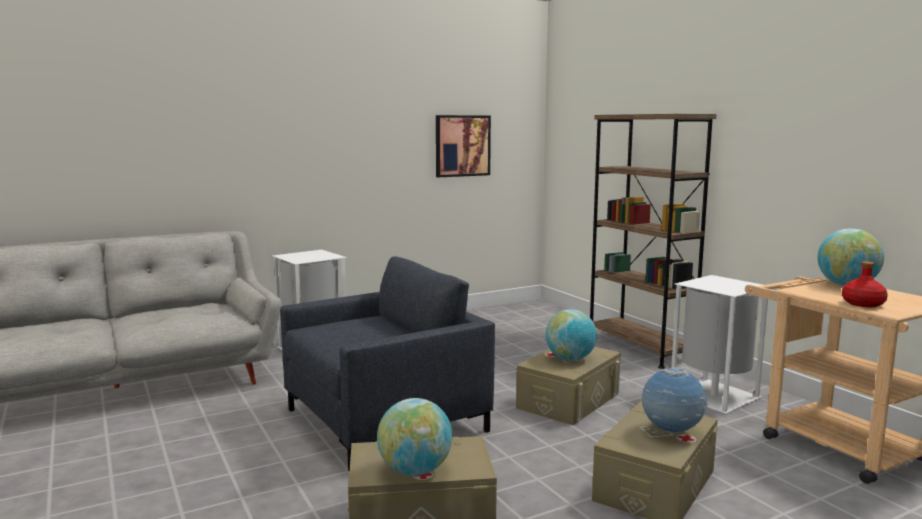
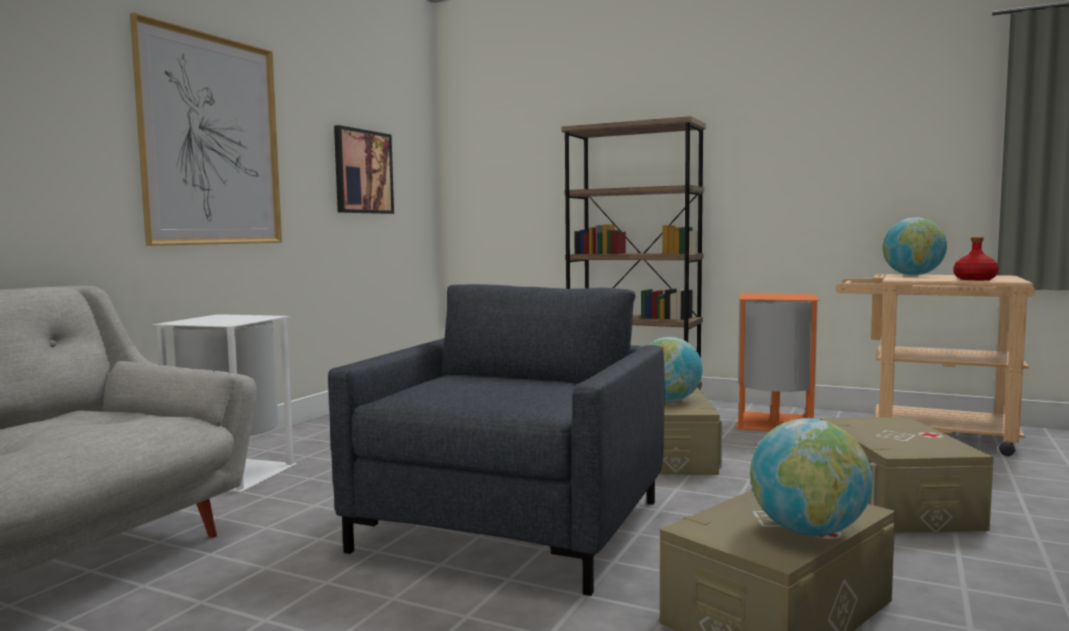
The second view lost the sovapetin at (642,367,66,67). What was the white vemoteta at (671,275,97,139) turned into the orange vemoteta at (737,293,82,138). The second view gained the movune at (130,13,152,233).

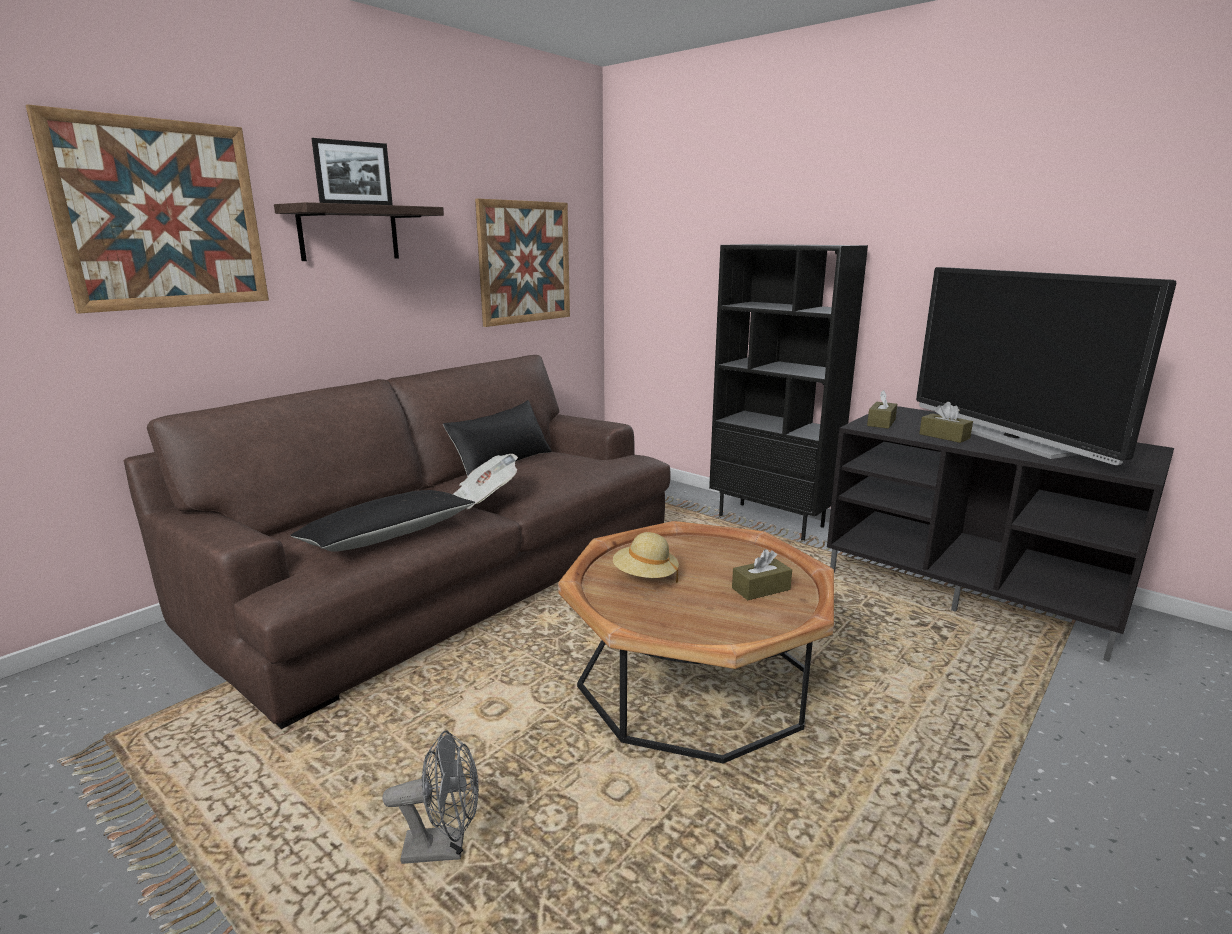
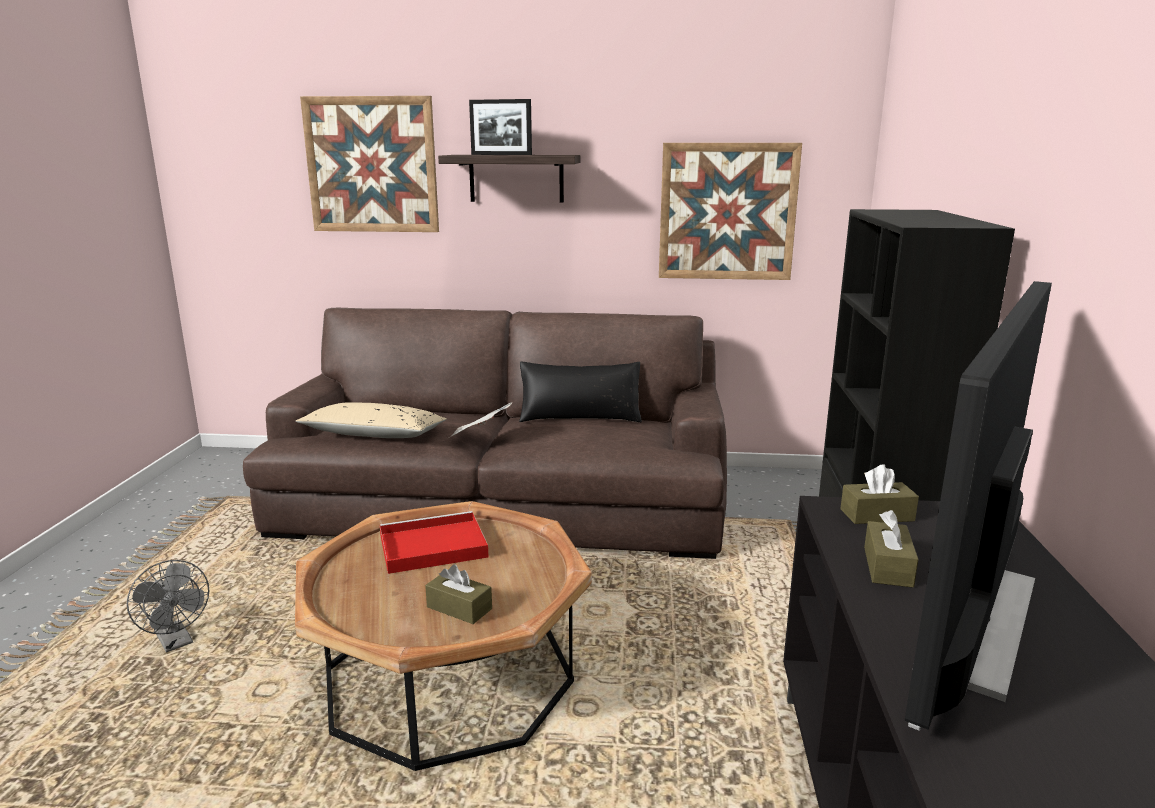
What was the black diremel at (290,490,185,62) turned into the beige diremel at (295,402,152,36). Where the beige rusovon stood at (613,532,66,51), the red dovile came to stand at (380,511,109,63).

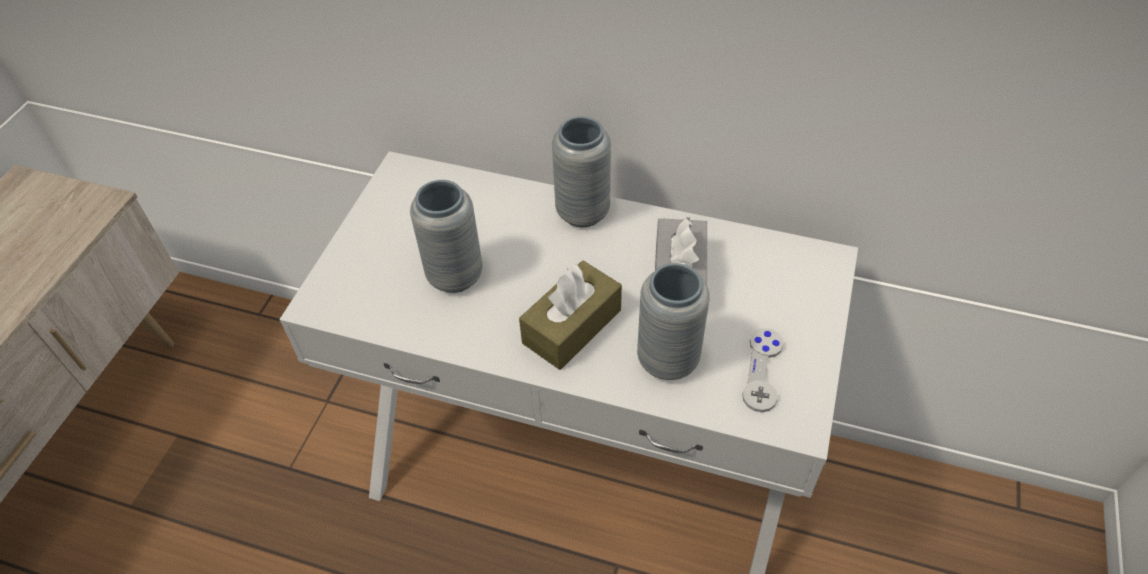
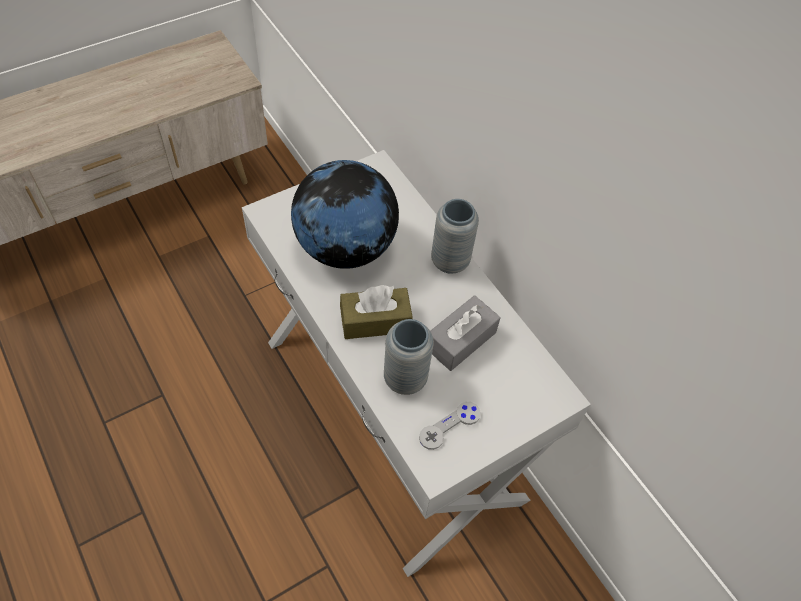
Where the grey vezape stood at (410,180,73,113), the sovapetin came to stand at (291,160,108,109).

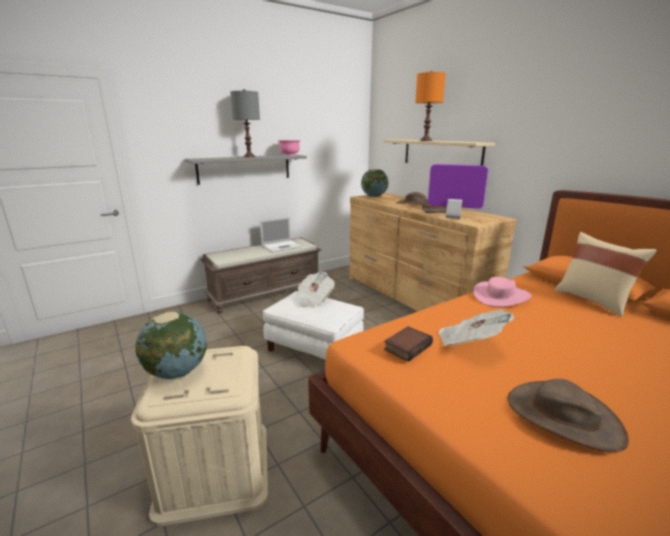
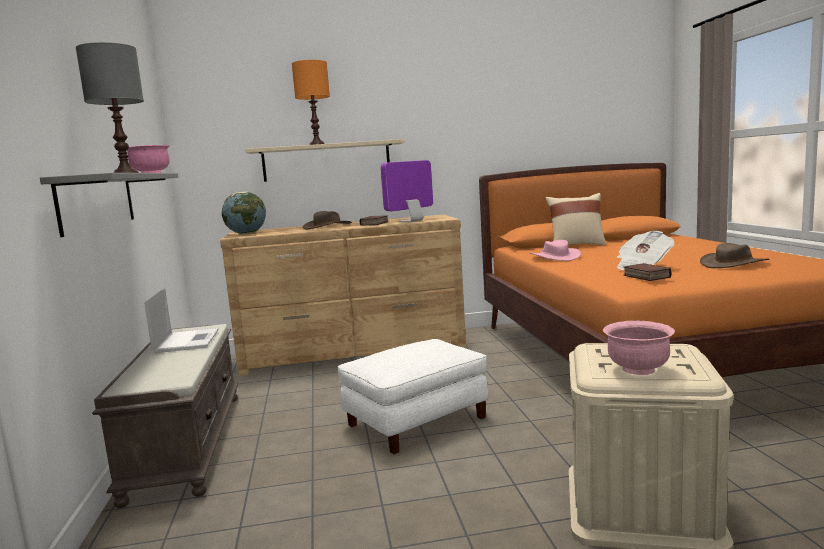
Where the sovapetin stood at (135,312,72,67), the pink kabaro came to stand at (603,320,72,55). The second view lost the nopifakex at (296,272,39,35).

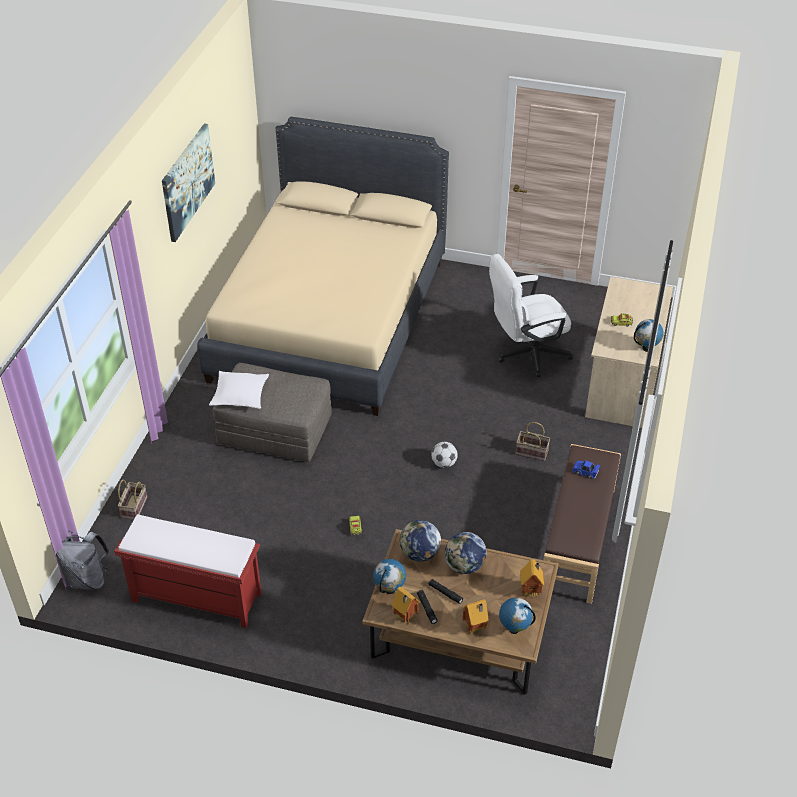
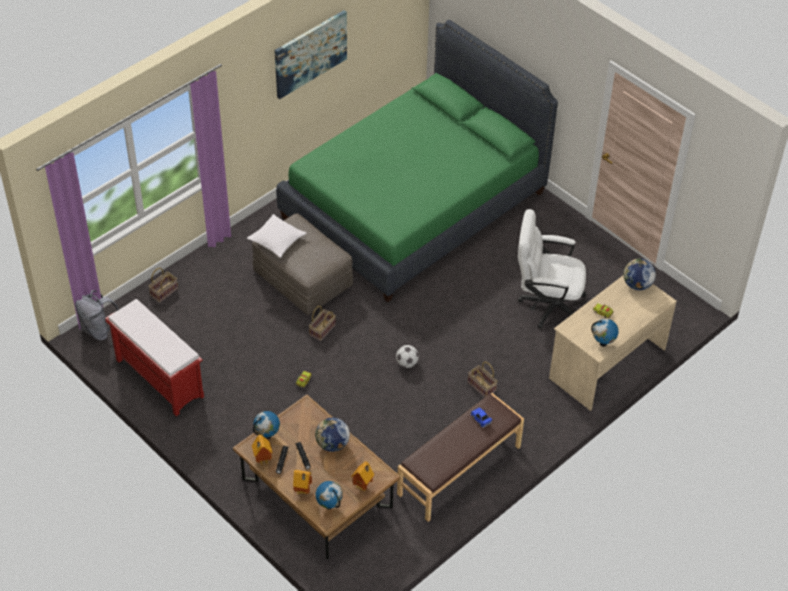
What was the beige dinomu at (197,117,252,299) turned into the green dinomu at (276,20,282,282). The sovapetin ended up elsewhere, having gone from (399,520,42,41) to (623,259,33,31). The second view gained the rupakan at (309,306,27,35).

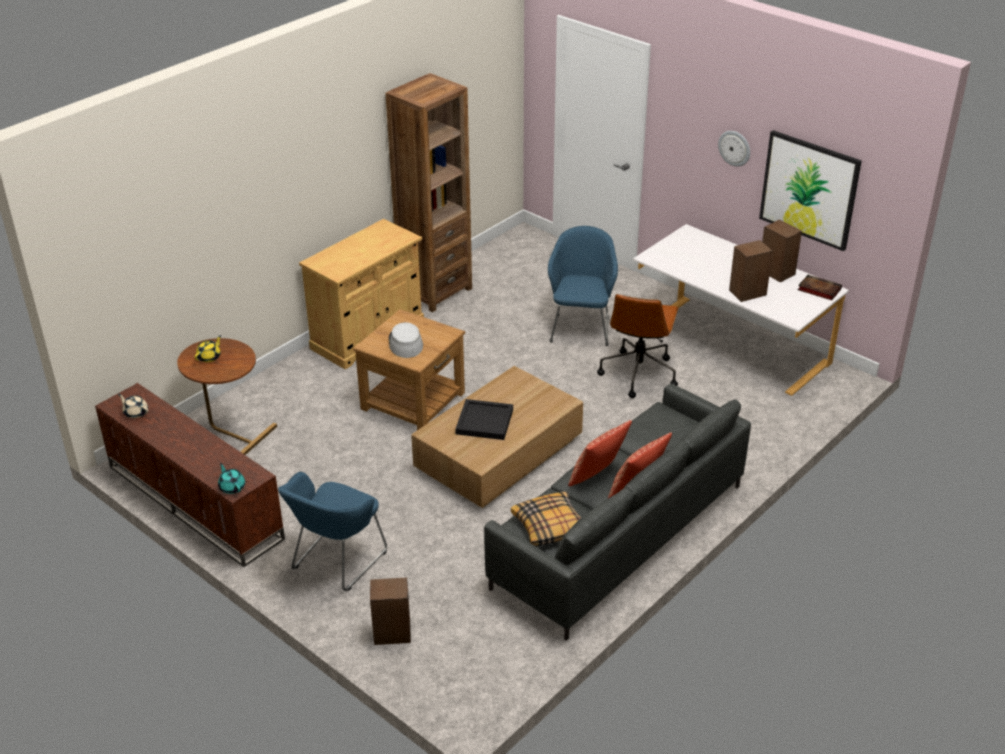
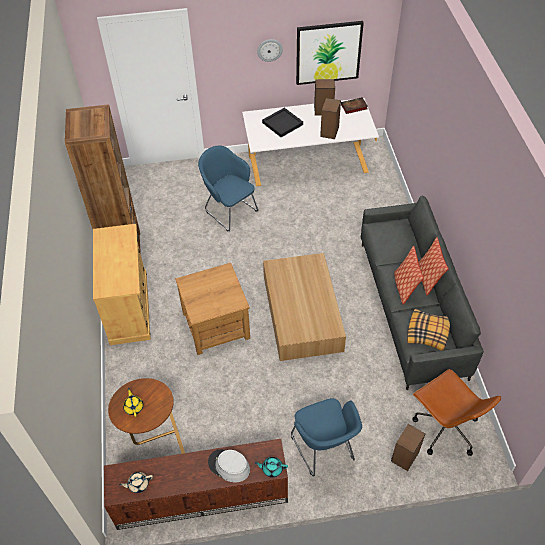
The grey rusovon ended up elsewhere, having gone from (389,322,34,36) to (208,449,42,33). The black dovile ended up elsewhere, having gone from (455,399,58,41) to (262,108,41,29). The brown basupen ended up elsewhere, having gone from (597,294,82,104) to (412,369,89,87).

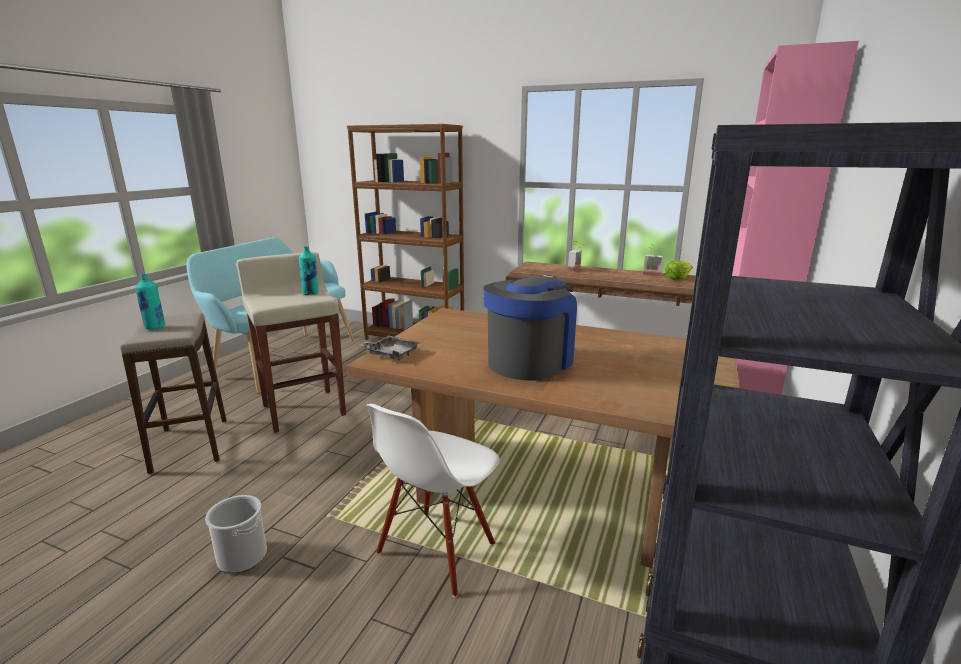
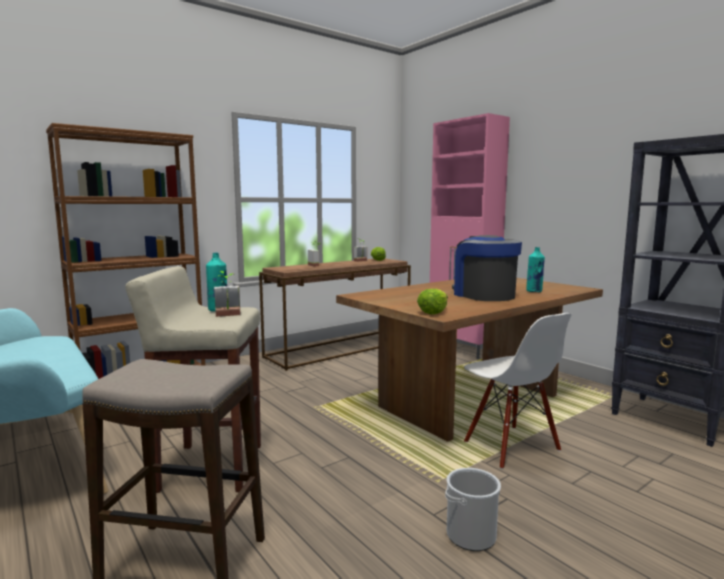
The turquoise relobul ended up elsewhere, having gone from (135,274,30,56) to (526,247,19,45). Where the grey dovile stood at (360,335,60,25), the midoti came to stand at (417,289,31,26). The second view gained the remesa at (214,271,26,46).

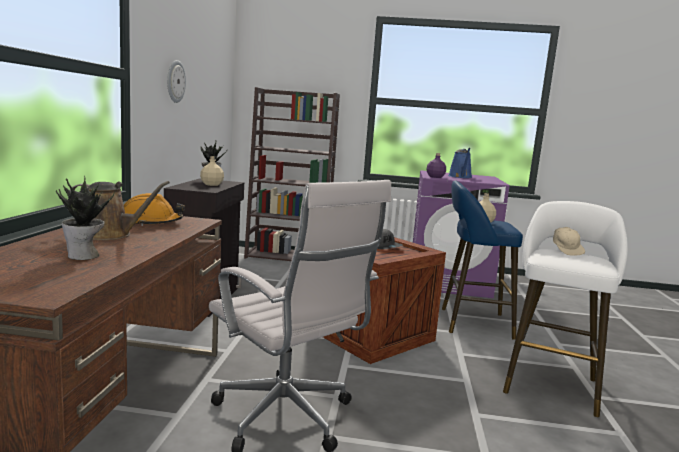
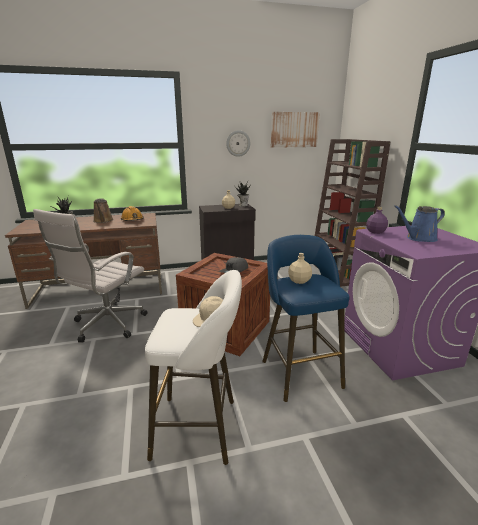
The second view gained the movune at (271,112,49,36).

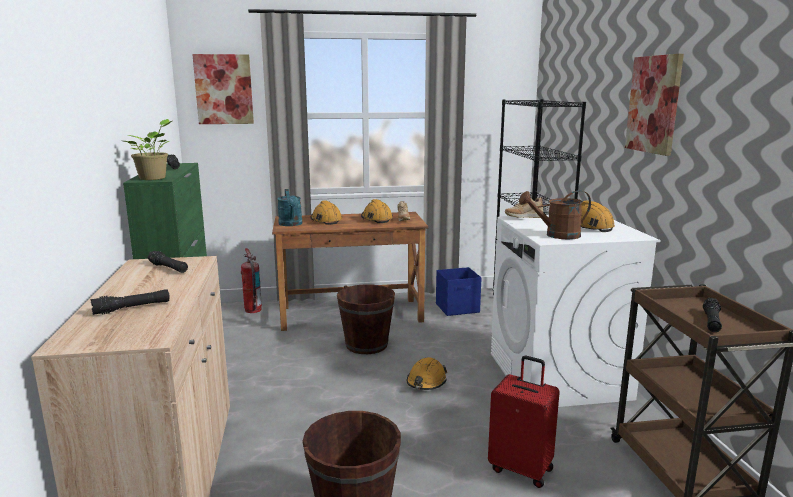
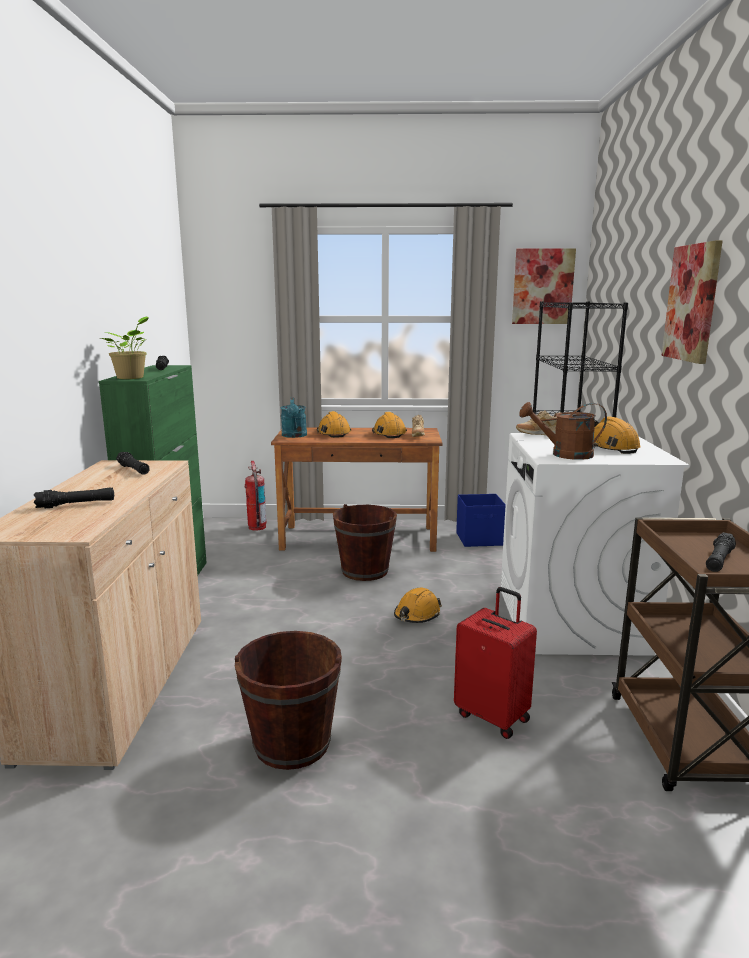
The movune ended up elsewhere, having gone from (192,54,62,70) to (512,248,64,76).

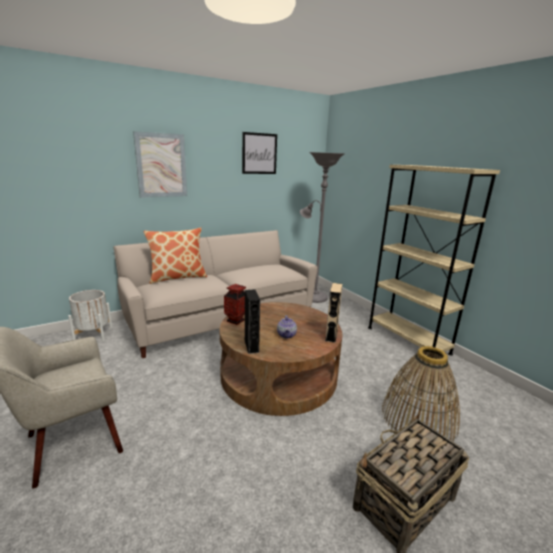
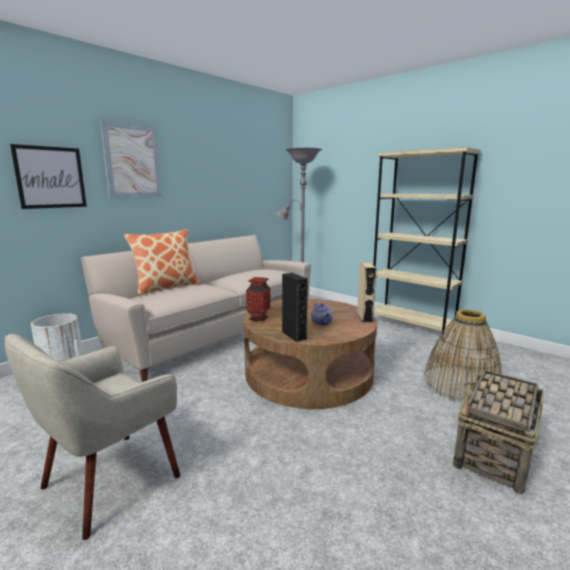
The movune ended up elsewhere, having gone from (242,132,35,42) to (10,144,77,65).

